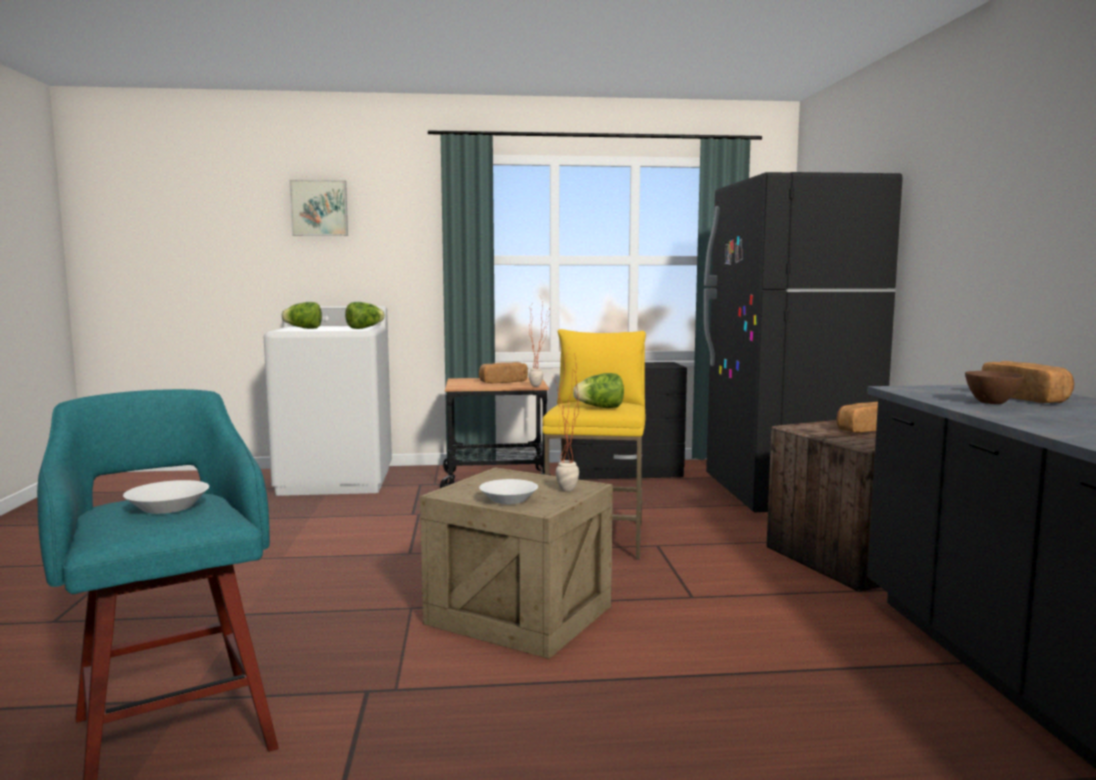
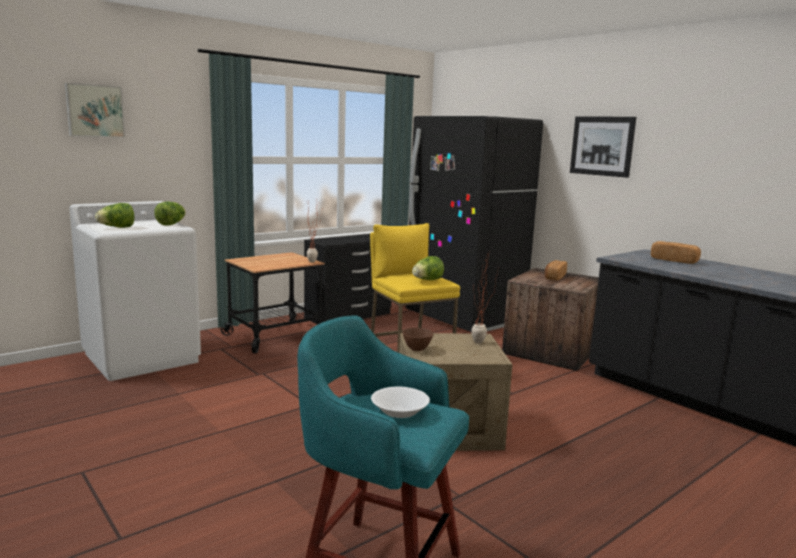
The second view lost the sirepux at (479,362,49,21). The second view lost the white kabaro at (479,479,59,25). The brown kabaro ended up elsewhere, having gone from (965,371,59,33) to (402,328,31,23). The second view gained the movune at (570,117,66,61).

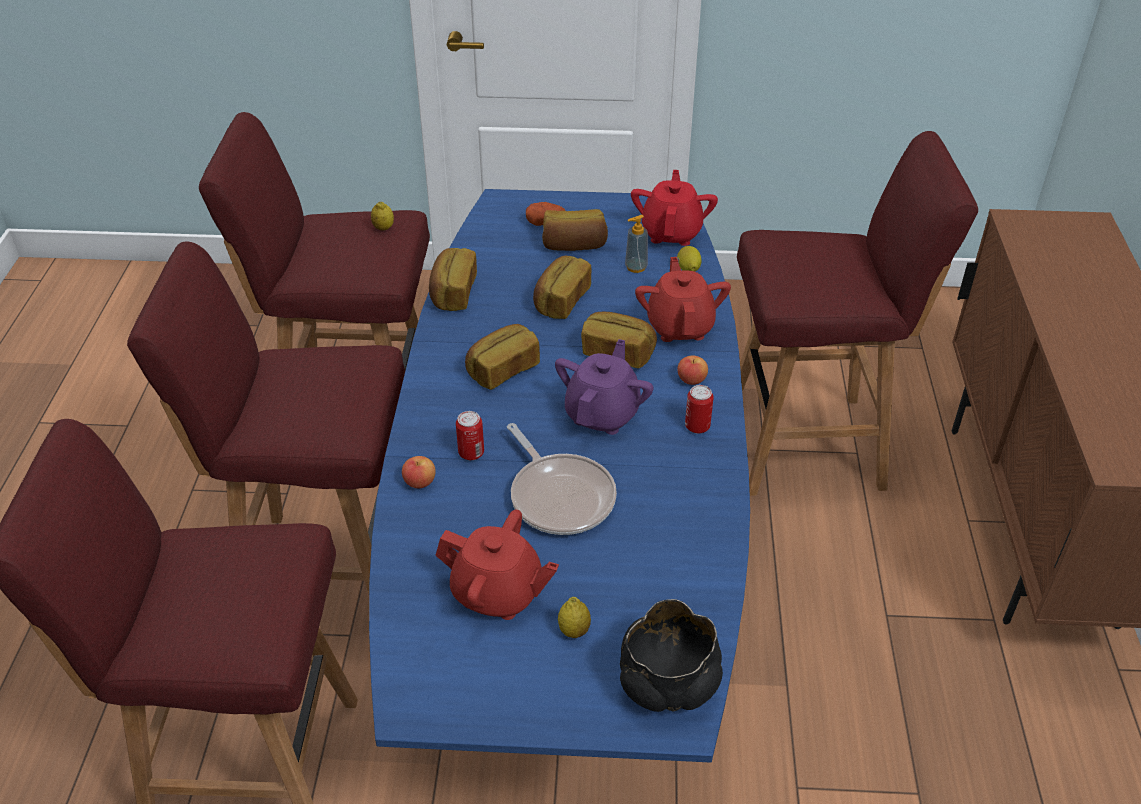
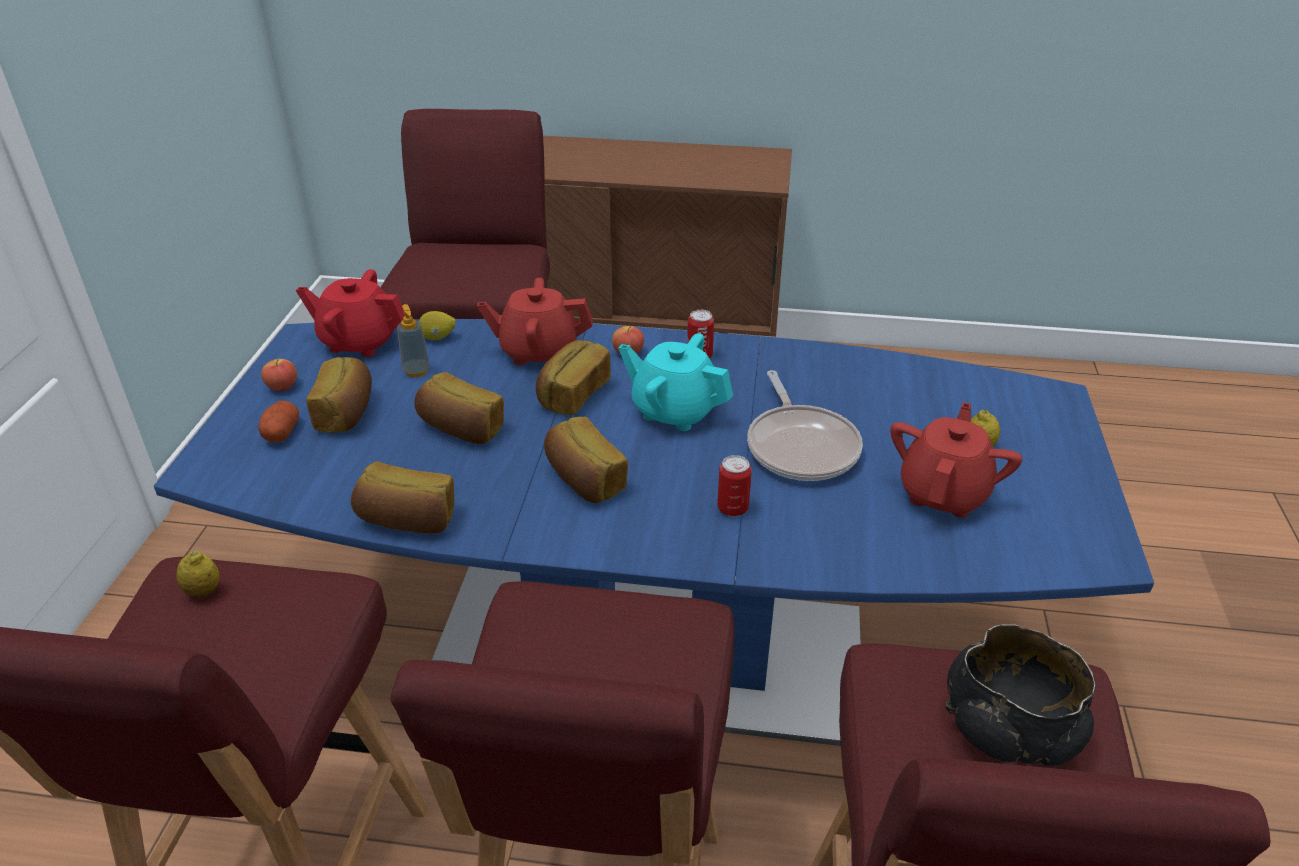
The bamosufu ended up elsewhere, having gone from (402,456,34,32) to (261,359,36,32). The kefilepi at (507,423,110,112) ended up facing another way, 105 degrees clockwise from before. What was the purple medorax at (555,339,98,96) turned into the turquoise medorax at (619,333,114,98). The black kabaro ended up elsewhere, having gone from (620,599,103,113) to (946,624,149,142).

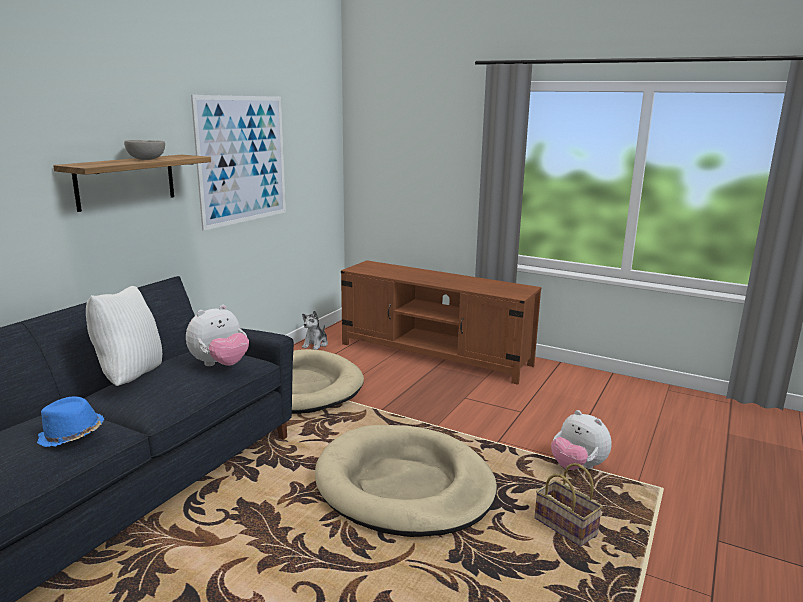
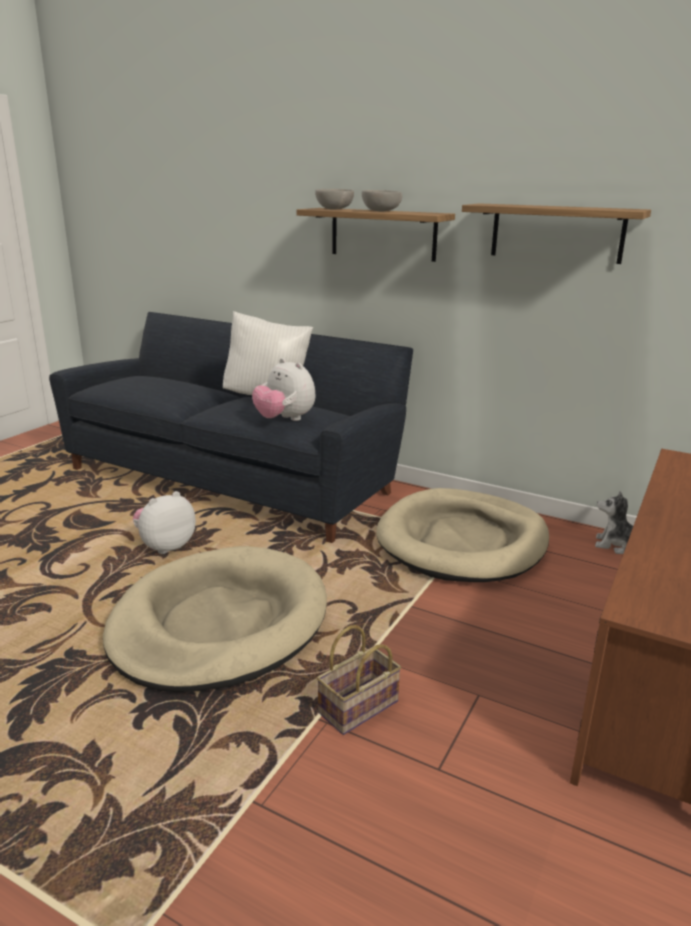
The second view lost the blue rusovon at (37,396,67,51). Where the movune hung at (191,95,95,136), the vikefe came to hang at (462,203,189,61). The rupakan ended up elsewhere, having gone from (534,463,69,83) to (317,625,84,110). The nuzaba ended up elsewhere, having gone from (551,410,61,60) to (133,491,63,63). The second view gained the grey kabaro at (315,189,39,21).

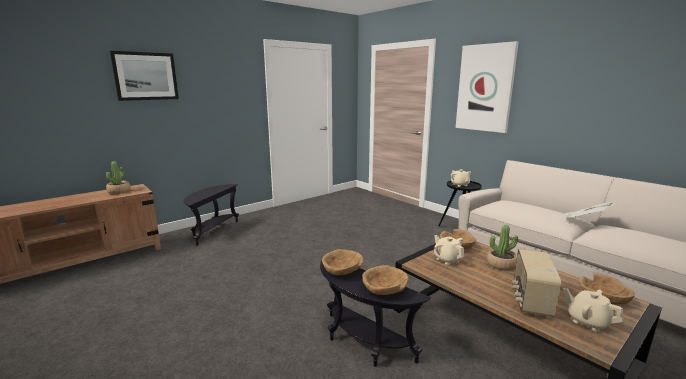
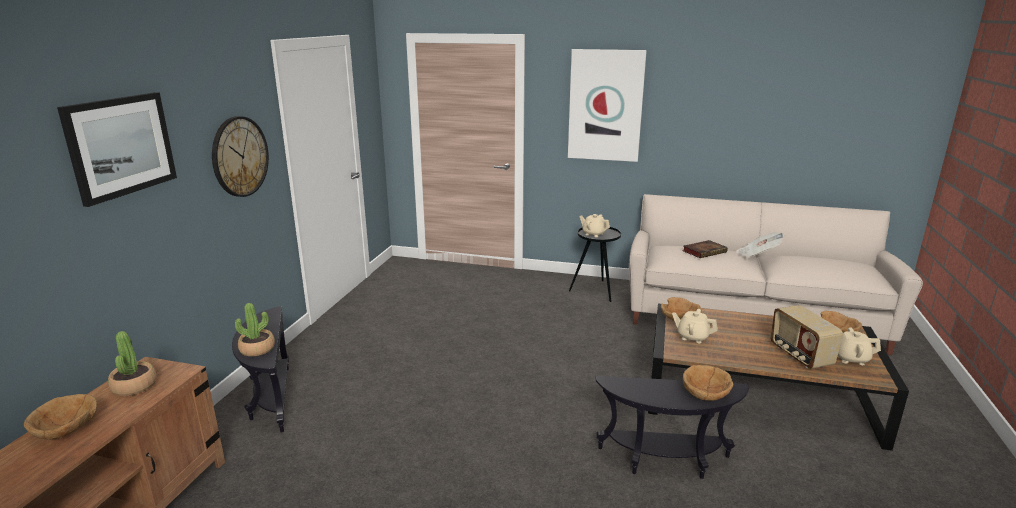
The brown kabaro ended up elsewhere, having gone from (322,249,41,26) to (24,394,74,46). The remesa ended up elsewhere, having gone from (487,225,31,45) to (235,303,40,53). The second view gained the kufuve at (212,116,57,81). The second view gained the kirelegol at (682,240,46,18).

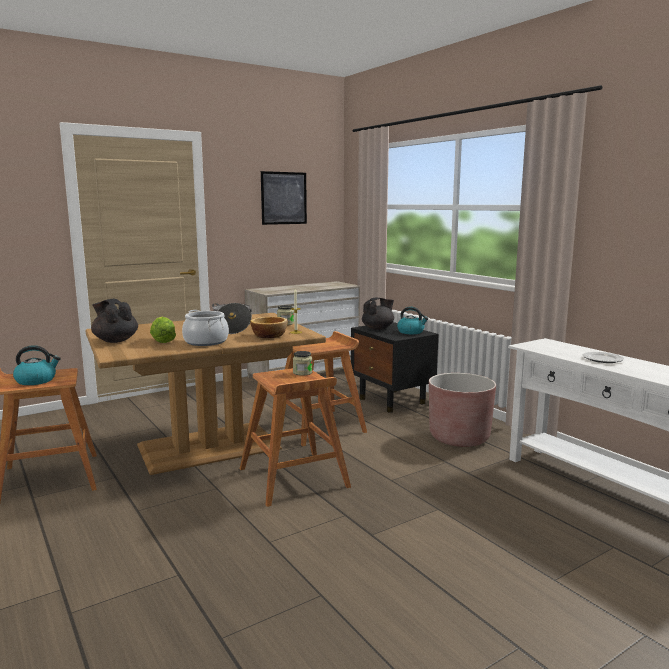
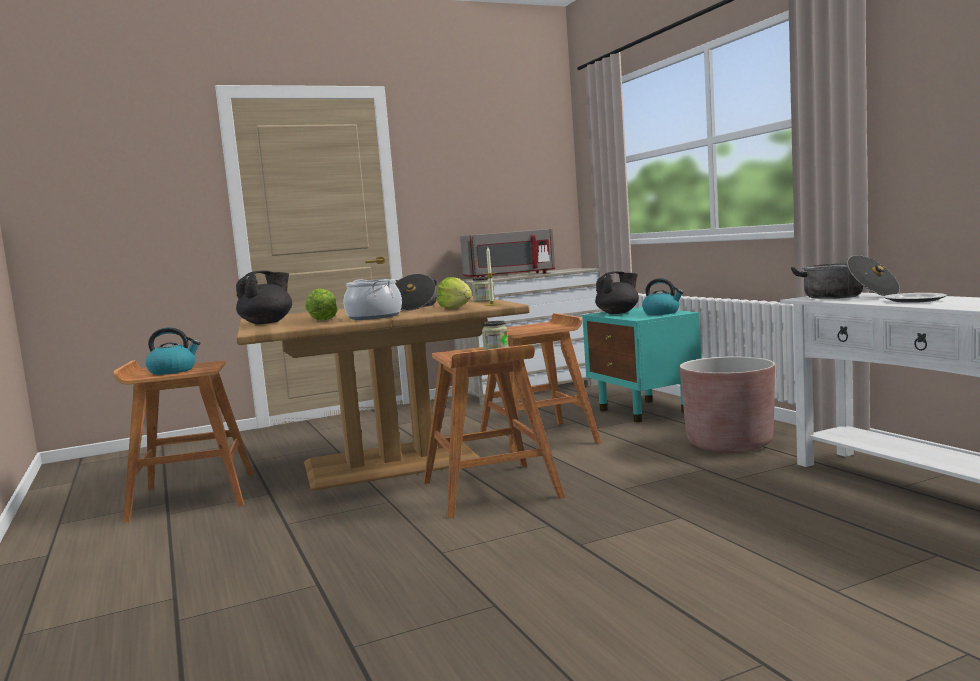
The black medorax at (91,299,47,44) ended up facing another way, 75 degrees clockwise from before. Where the kabaro stood at (250,317,37,21), the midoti came to stand at (437,277,35,32). The second view lost the movune at (261,171,46,54). What was the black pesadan at (351,322,88,91) turned into the turquoise pesadan at (582,307,119,115). The second view gained the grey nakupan at (460,229,95,49). The second view gained the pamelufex at (791,255,109,44).

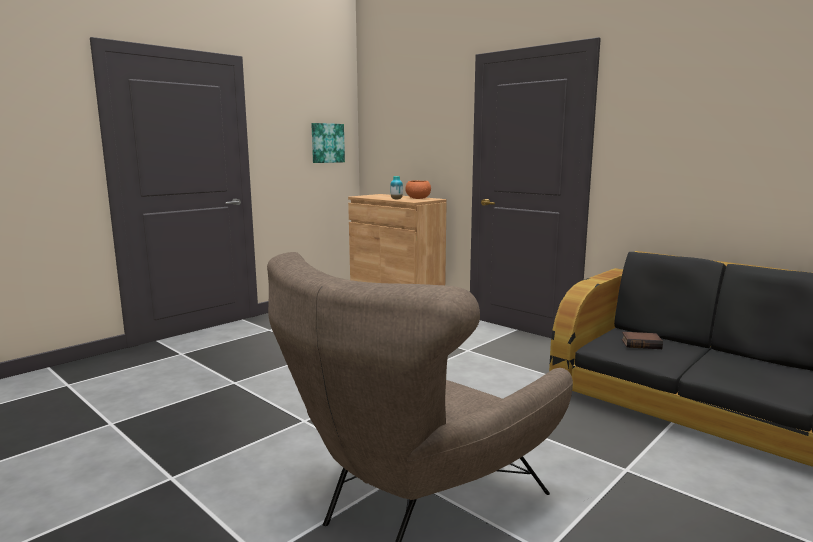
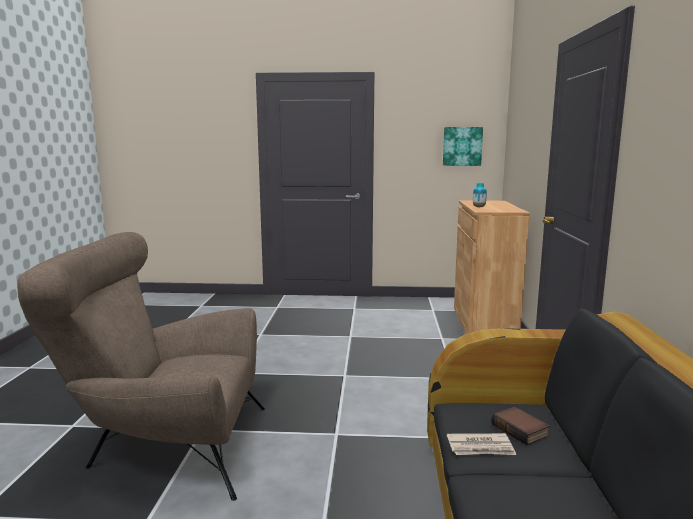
The second view lost the orange kabaro at (405,180,26,19). The second view gained the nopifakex at (447,433,69,22).

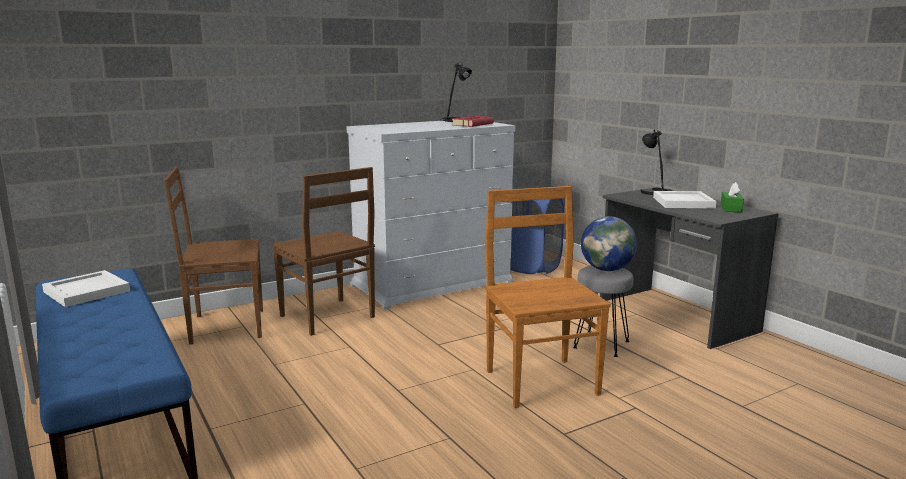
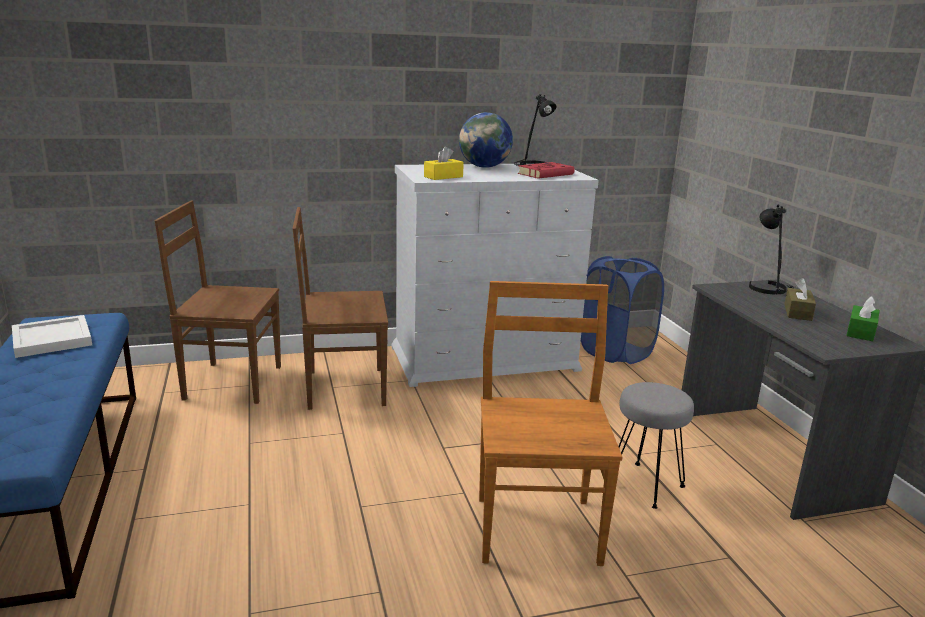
The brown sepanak at (272,167,103,169) ended up facing another way, 105 degrees clockwise from before. The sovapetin ended up elsewhere, having gone from (581,216,56,55) to (459,112,54,56). Where the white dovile stood at (653,191,63,17), the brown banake came to stand at (785,278,31,43). The second view gained the yellow banake at (424,146,40,34).

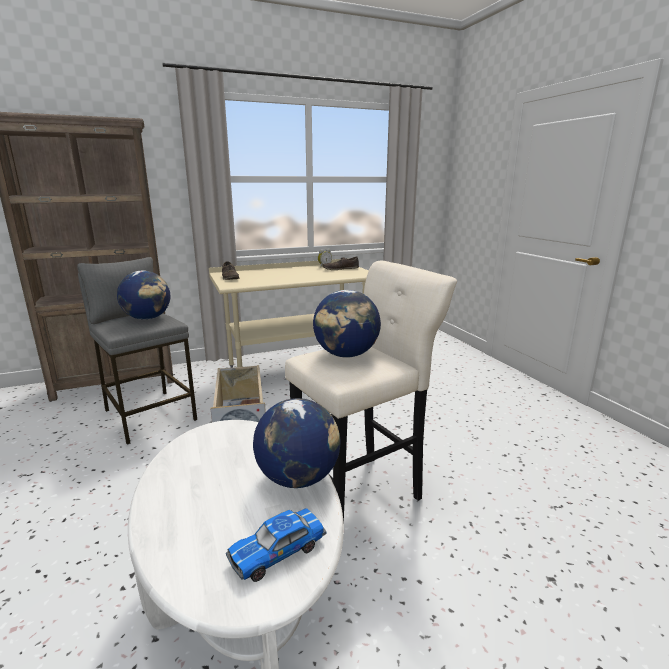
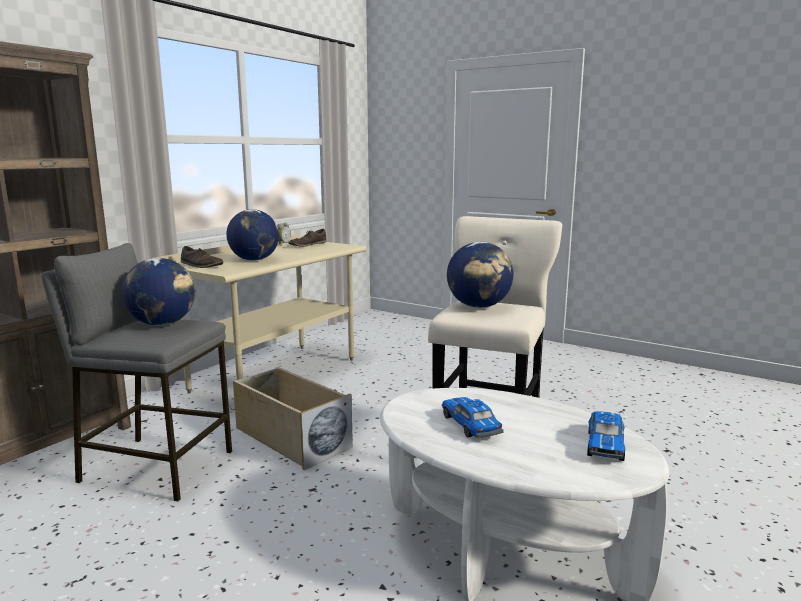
The sovapetin ended up elsewhere, having gone from (253,398,88,90) to (226,209,53,52). The second view gained the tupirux at (442,397,61,41).

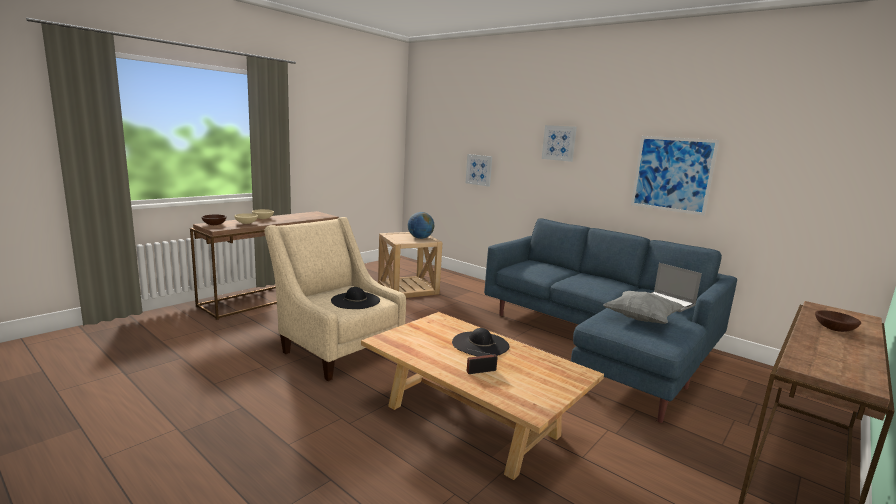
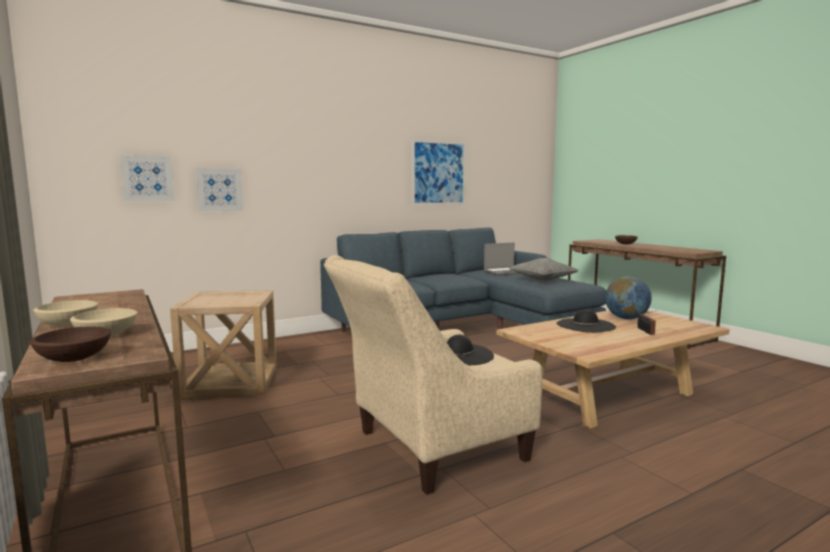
The sovapetin ended up elsewhere, having gone from (408,212,26,27) to (605,276,47,43). The movune ended up elsewhere, having gone from (542,125,35,37) to (120,155,54,46).

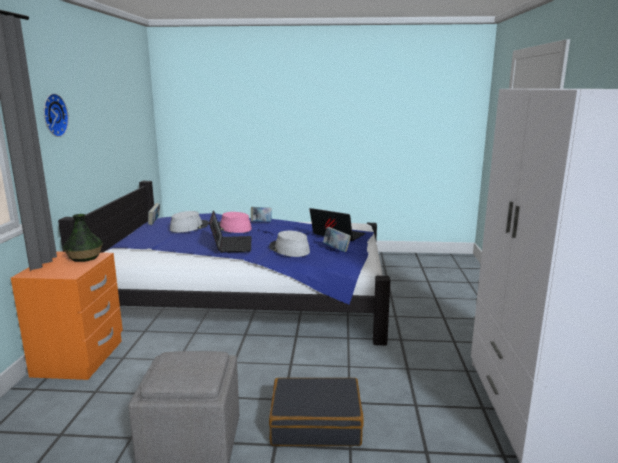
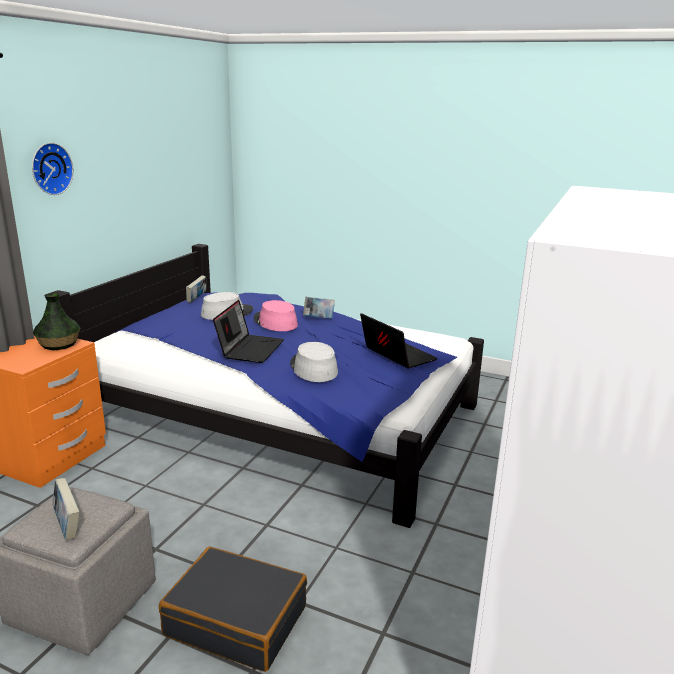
The kirelegol ended up elsewhere, having gone from (323,227,28,25) to (52,478,28,62).

